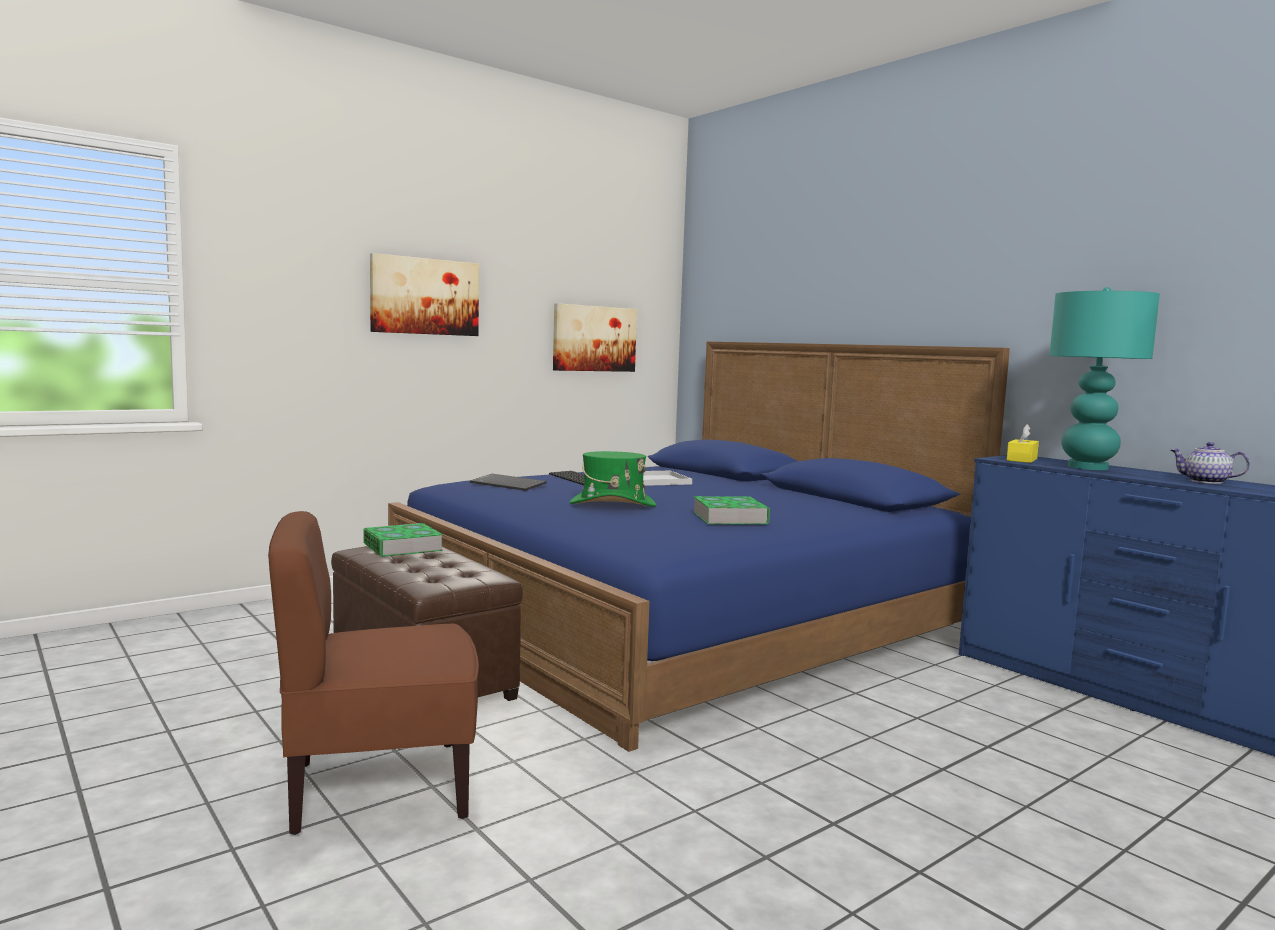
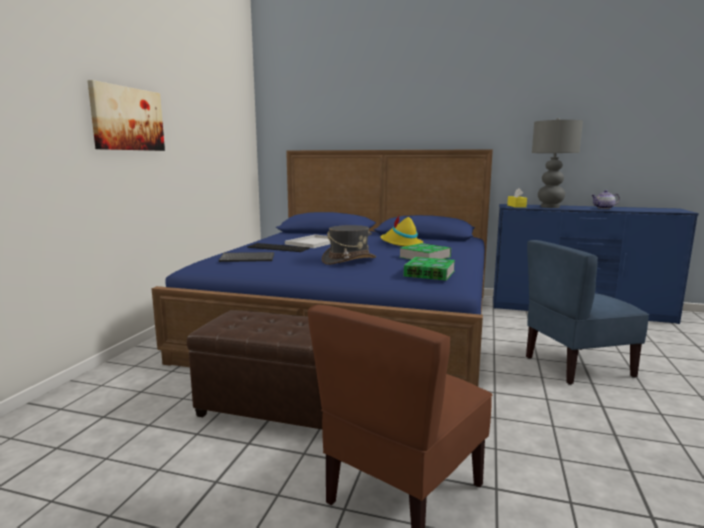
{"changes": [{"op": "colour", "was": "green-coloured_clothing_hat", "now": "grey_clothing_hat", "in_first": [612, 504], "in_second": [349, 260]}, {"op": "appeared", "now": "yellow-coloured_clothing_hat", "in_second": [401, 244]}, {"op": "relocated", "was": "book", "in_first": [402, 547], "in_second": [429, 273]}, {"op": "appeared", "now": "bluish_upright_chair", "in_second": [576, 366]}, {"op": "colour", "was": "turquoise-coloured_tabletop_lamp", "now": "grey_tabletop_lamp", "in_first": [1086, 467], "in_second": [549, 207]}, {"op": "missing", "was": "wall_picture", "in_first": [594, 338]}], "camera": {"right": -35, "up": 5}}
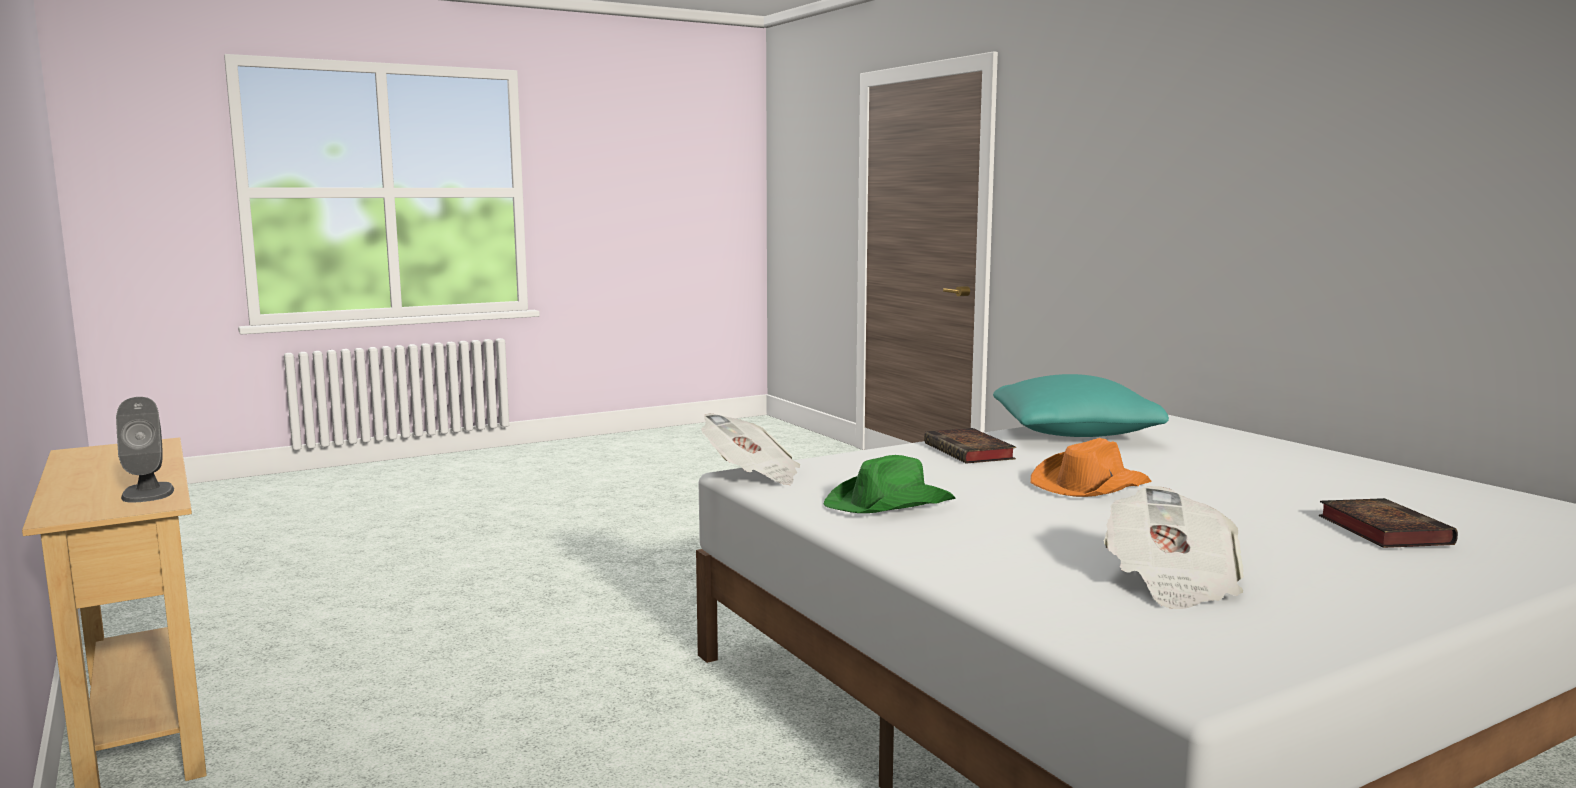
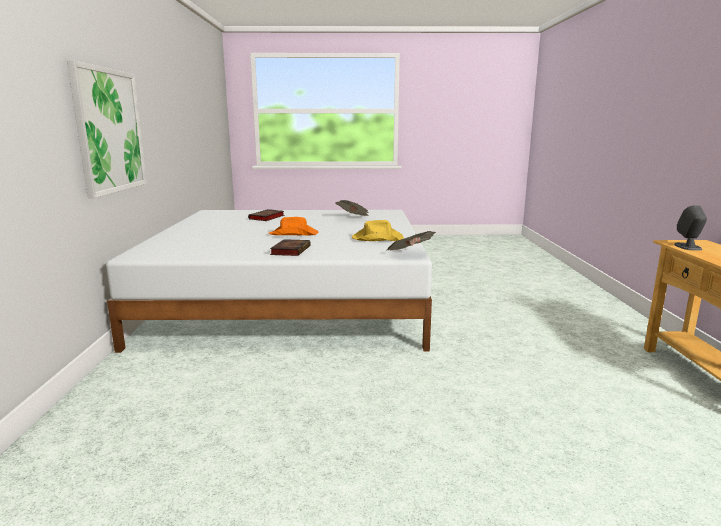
{"changes": [{"op": "appeared", "now": "wall_picture", "in_second": [109, 131]}, {"op": "colour", "was": "green-coloured_clothing_hat", "now": "yellow-coloured_clothing_hat", "in_first": [891, 503], "in_second": [377, 238]}, {"op": "missing", "was": "turquoise-coloured_cushion", "in_first": [1074, 432]}], "camera": {"right": -150, "up": 5}}
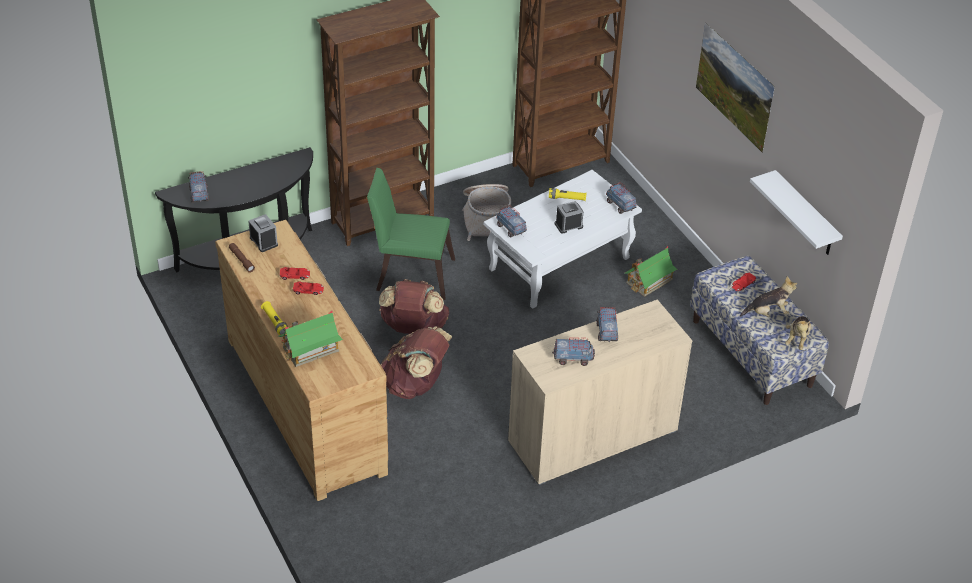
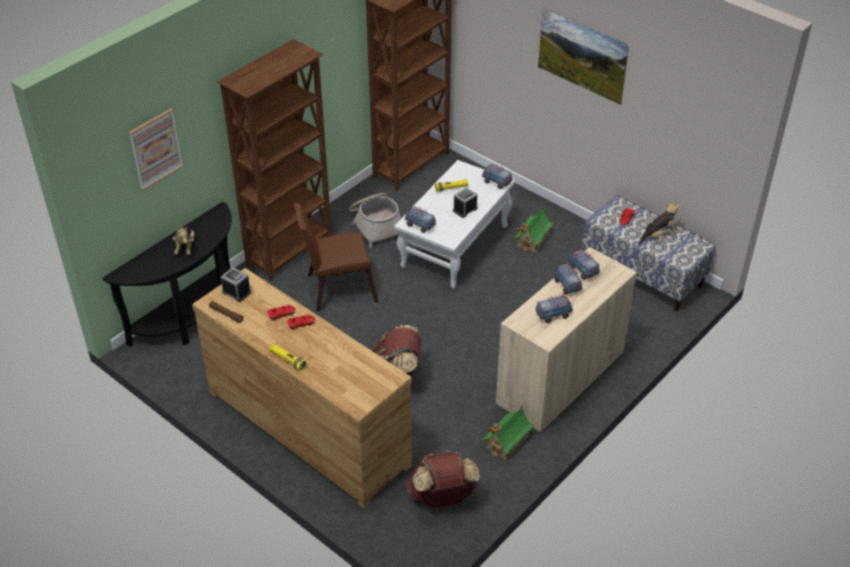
{"changes": [{"op": "appeared", "now": "wall_picture", "in_second": [155, 148]}, {"op": "relocated", "was": "plush_toy", "in_first": [797, 339], "in_second": [185, 247]}, {"op": "colour", "was": "green-coloured_upright_chair", "now": "brown-coloured_upright_chair", "in_first": [410, 273], "in_second": [337, 288]}, {"op": "relocated", "was": "brown-coloured_knapsack", "in_first": [413, 328], "in_second": [442, 497]}, {"op": "relocated", "was": "toy_house", "in_first": [310, 349], "in_second": [507, 441]}, {"op": "relocated", "was": "model_truck", "in_first": [199, 195], "in_second": [582, 271]}, {"op": "missing", "was": "white-coloured_bracket_shelf", "in_first": [805, 215]}], "camera": {"right": -20, "up": 0}}
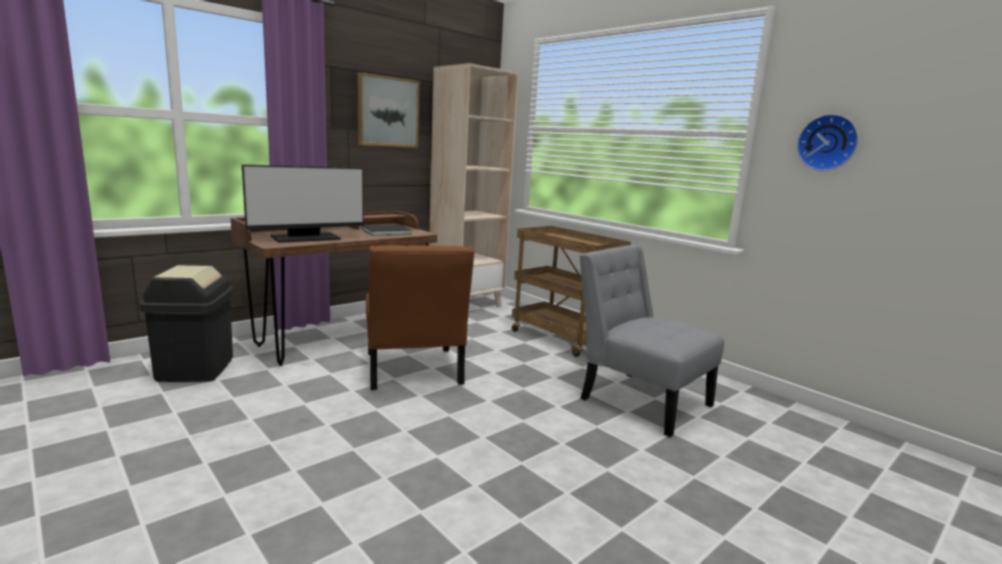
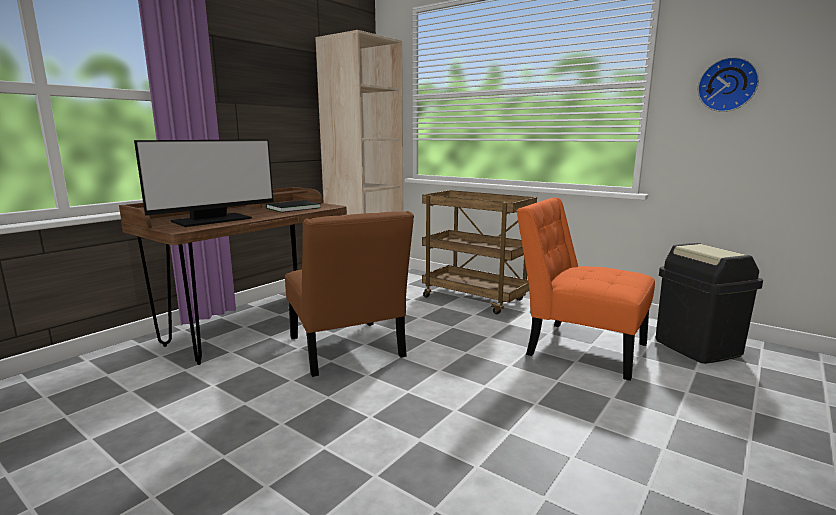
{"changes": [{"op": "colour", "was": "grey_upright_chair", "now": "orange_upright_chair", "in_first": [639, 399], "in_second": [579, 347]}, {"op": "relocated", "was": "black_waste_bin", "in_first": [194, 369], "in_second": [696, 347]}, {"op": "missing", "was": "wall_picture", "in_first": [388, 112]}], "camera": {"right": -10, "up": 0}}
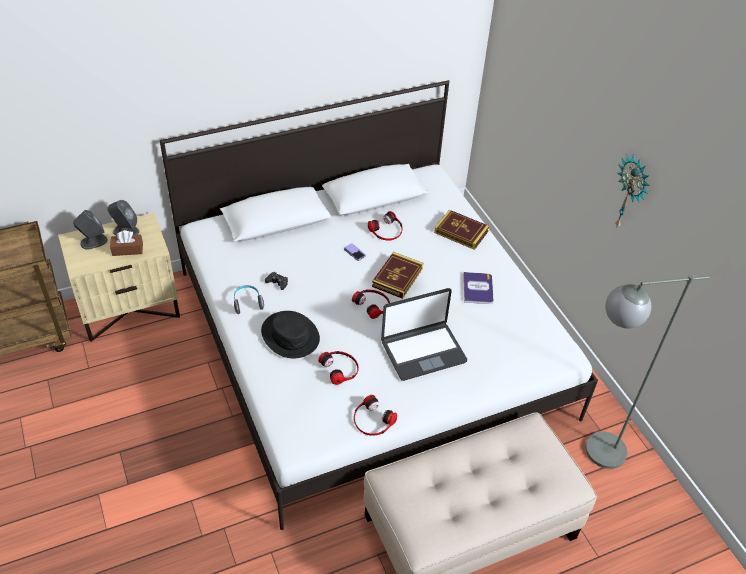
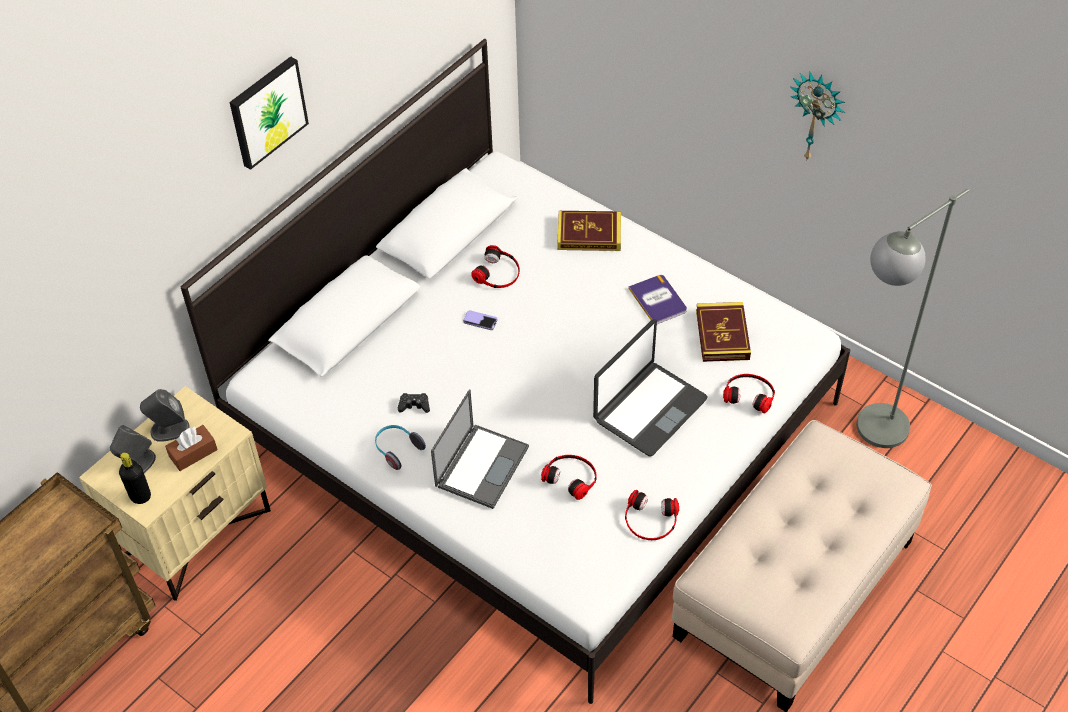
{"changes": [{"op": "appeared", "now": "black_bottle", "in_second": [140, 496]}, {"op": "appeared", "now": "wall_picture", "in_second": [267, 111]}, {"op": "exchanged", "was": "black_clothing_hat", "now": "notebook_computer", "in_first": [290, 335], "in_second": [482, 465]}, {"op": "relocated", "was": "book", "in_first": [397, 277], "in_second": [722, 335]}, {"op": "relocated", "was": "headset", "in_first": [373, 304], "in_second": [749, 394]}], "camera": {"right": -25, "up": 5}}
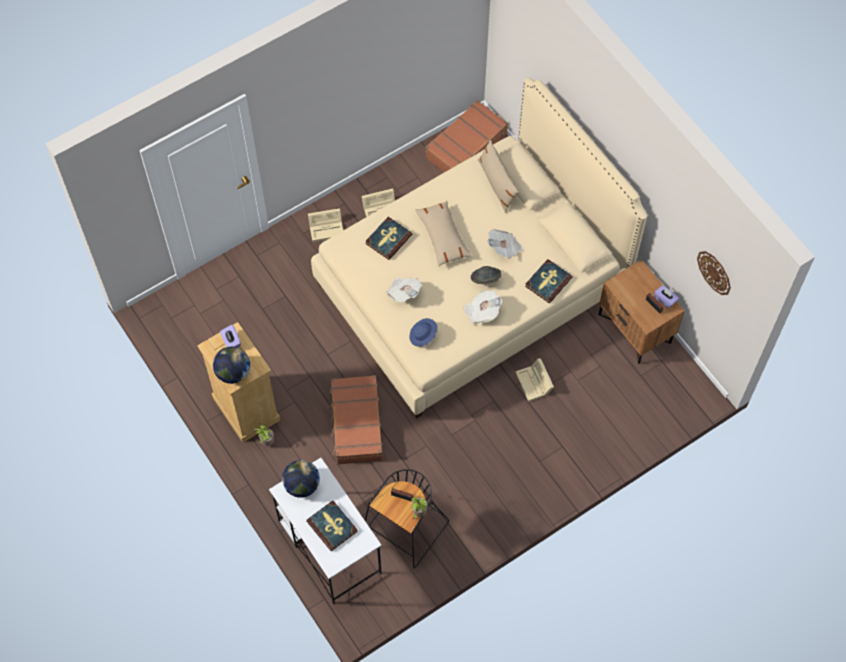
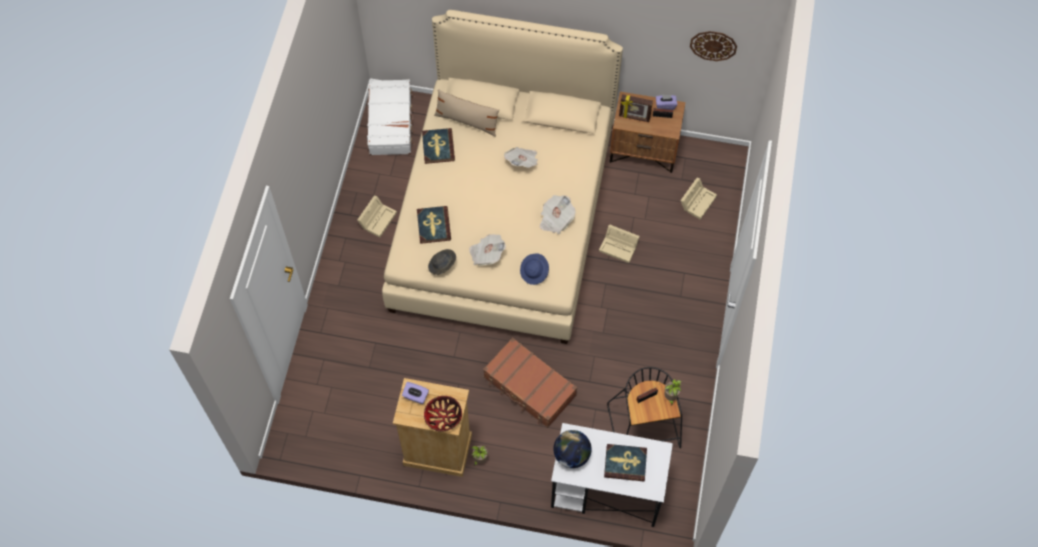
{"changes": [{"op": "colour", "was": "brown-coloured_piece_of_luggage", "now": "white-coloured_piece_of_luggage", "in_first": [467, 146], "in_second": [391, 122]}, {"op": "relocated", "was": "book", "in_first": [548, 282], "in_second": [438, 147]}, {"op": "exchanged", "was": "globe", "now": "serving_bowl", "in_first": [233, 373], "in_second": [443, 417]}, {"op": "relocated", "was": "grey_clothing_hat", "in_first": [485, 279], "in_second": [442, 265]}, {"op": "appeared", "now": "standing_frame", "in_second": [634, 117]}, {"op": "relocated", "was": "beige_storage_bin", "in_first": [327, 228], "in_second": [698, 201]}, {"op": "missing", "was": "beige_cushion", "in_first": [443, 237]}], "camera": {"right": -45, "up": 0}}
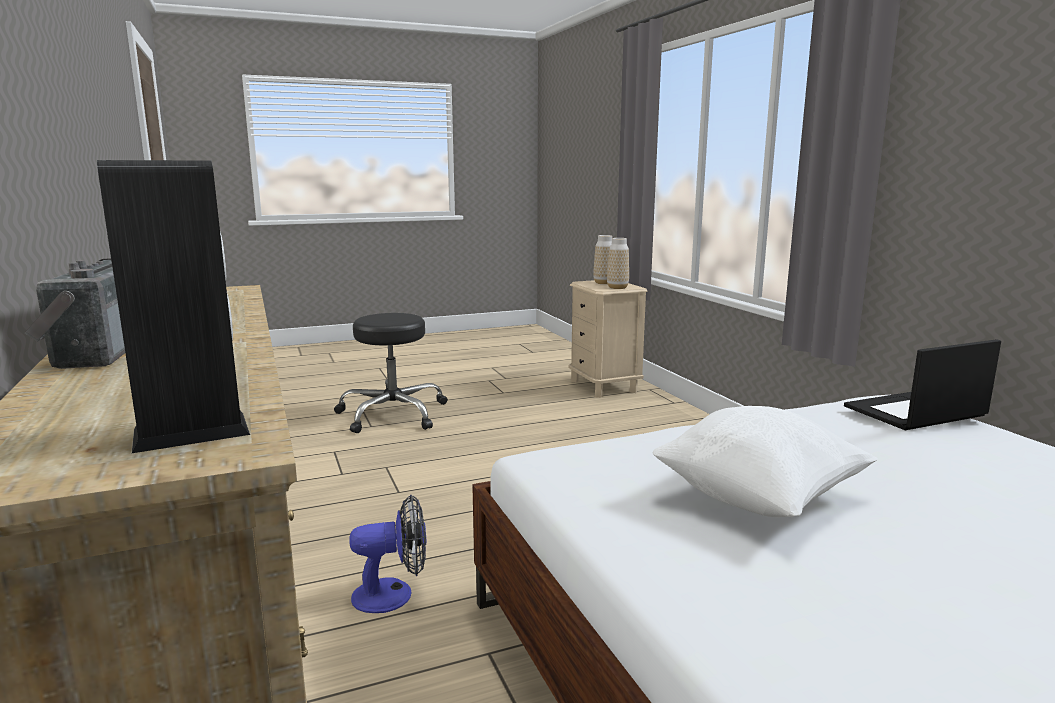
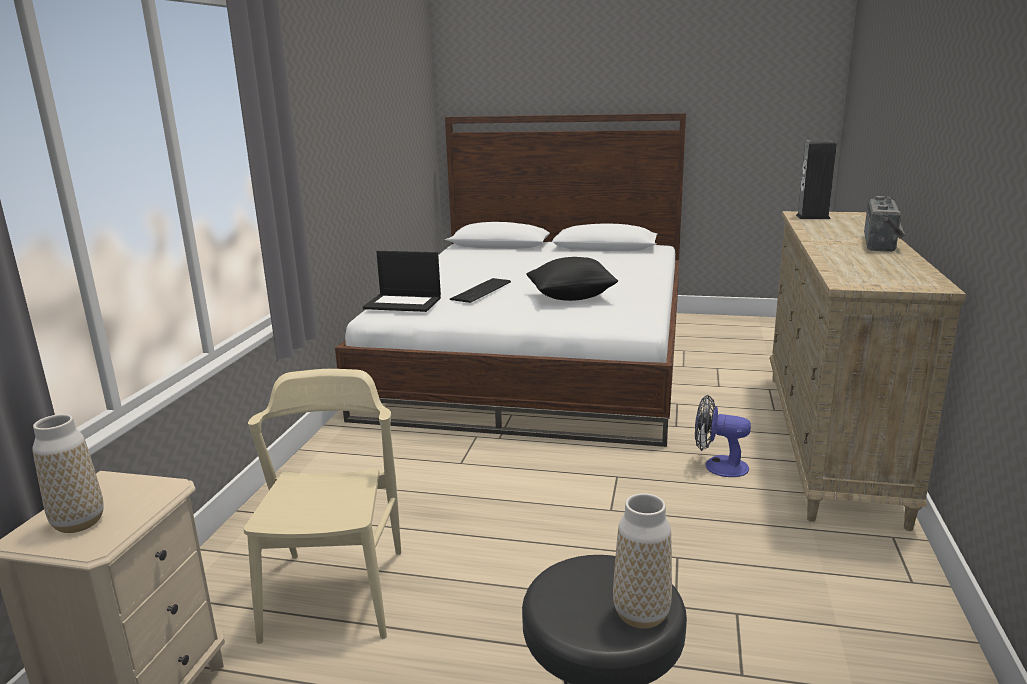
{"changes": [{"op": "appeared", "now": "beige_upright_chair", "in_second": [335, 593]}, {"op": "appeared", "now": "PC_keyboard", "in_second": [483, 290]}, {"op": "colour", "was": "white-coloured_cushion", "now": "black_cushion", "in_first": [759, 499], "in_second": [571, 297]}, {"op": "relocated", "was": "decorative_vase", "in_first": [617, 287], "in_second": [641, 614]}], "camera": {"right": -145, "up": 5}}
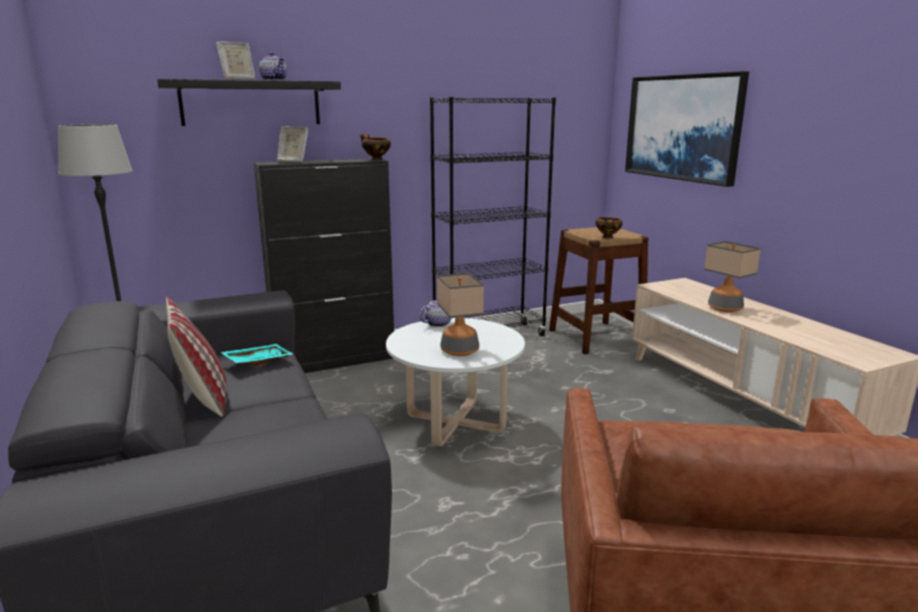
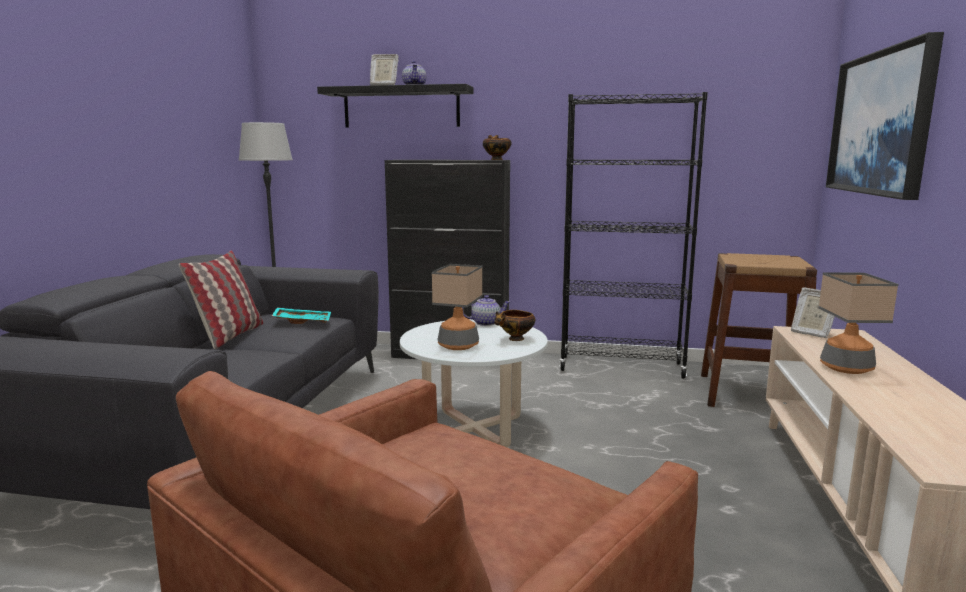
{"changes": [{"op": "relocated", "was": "serving_bowl", "in_first": [608, 237], "in_second": [515, 339]}, {"op": "relocated", "was": "standing_frame", "in_first": [293, 161], "in_second": [811, 333]}], "camera": {"right": 35, "up": -5}}
